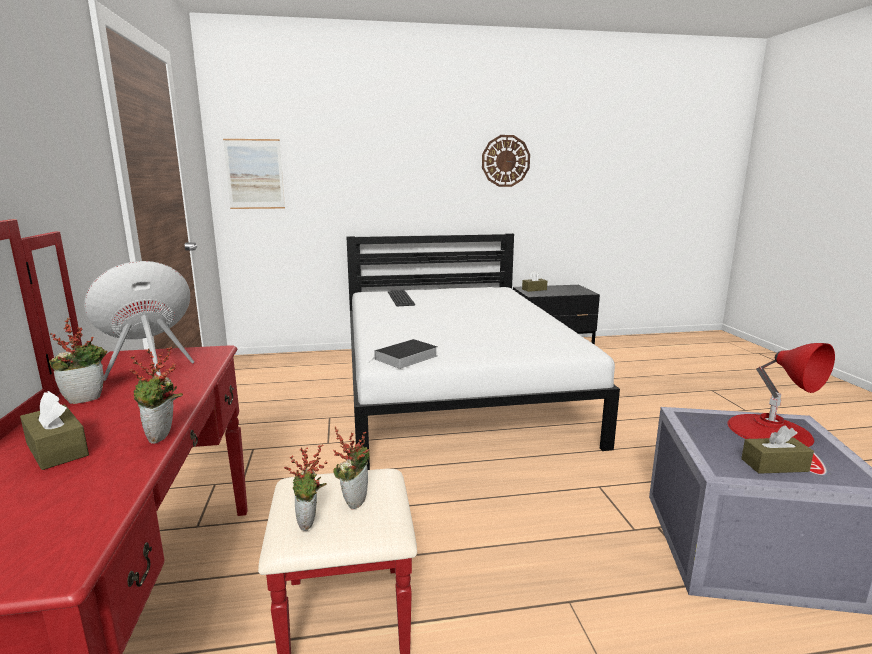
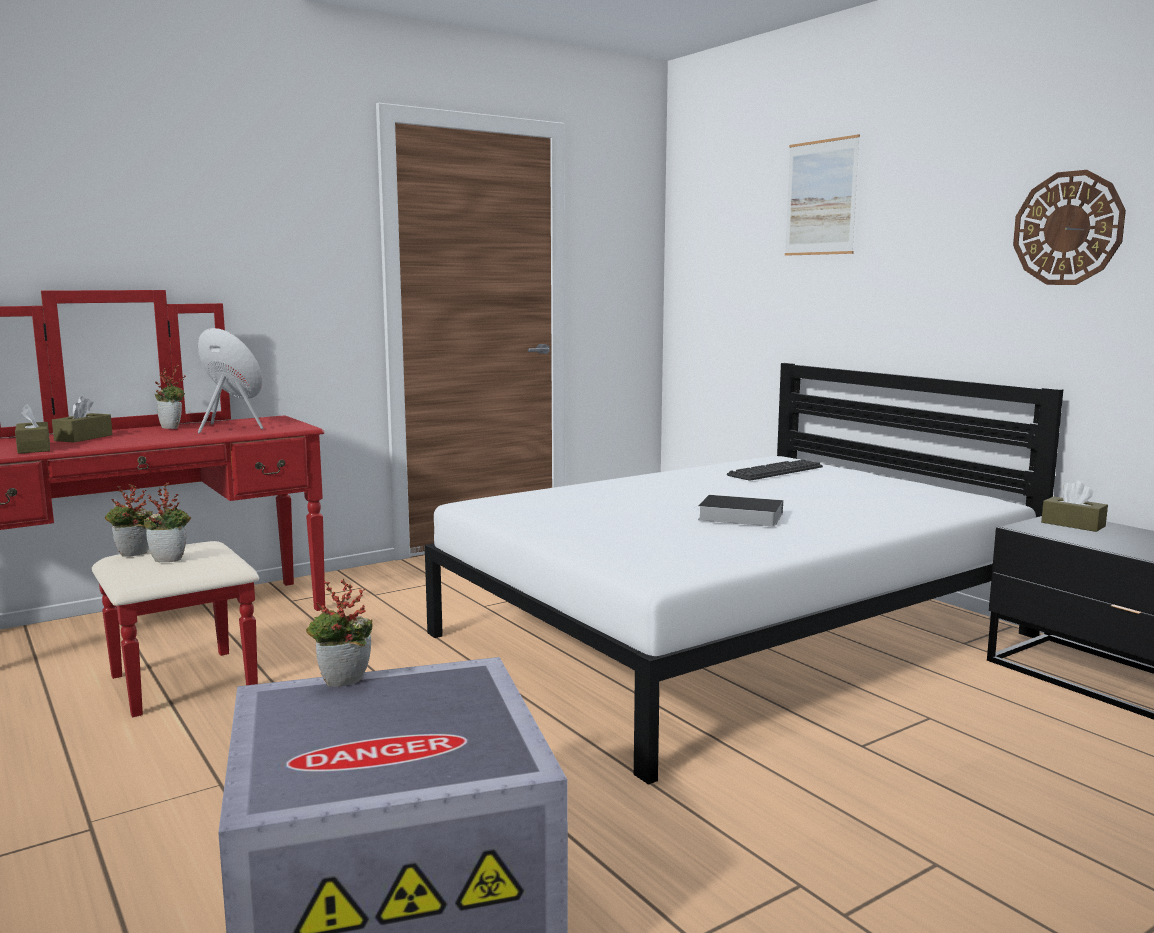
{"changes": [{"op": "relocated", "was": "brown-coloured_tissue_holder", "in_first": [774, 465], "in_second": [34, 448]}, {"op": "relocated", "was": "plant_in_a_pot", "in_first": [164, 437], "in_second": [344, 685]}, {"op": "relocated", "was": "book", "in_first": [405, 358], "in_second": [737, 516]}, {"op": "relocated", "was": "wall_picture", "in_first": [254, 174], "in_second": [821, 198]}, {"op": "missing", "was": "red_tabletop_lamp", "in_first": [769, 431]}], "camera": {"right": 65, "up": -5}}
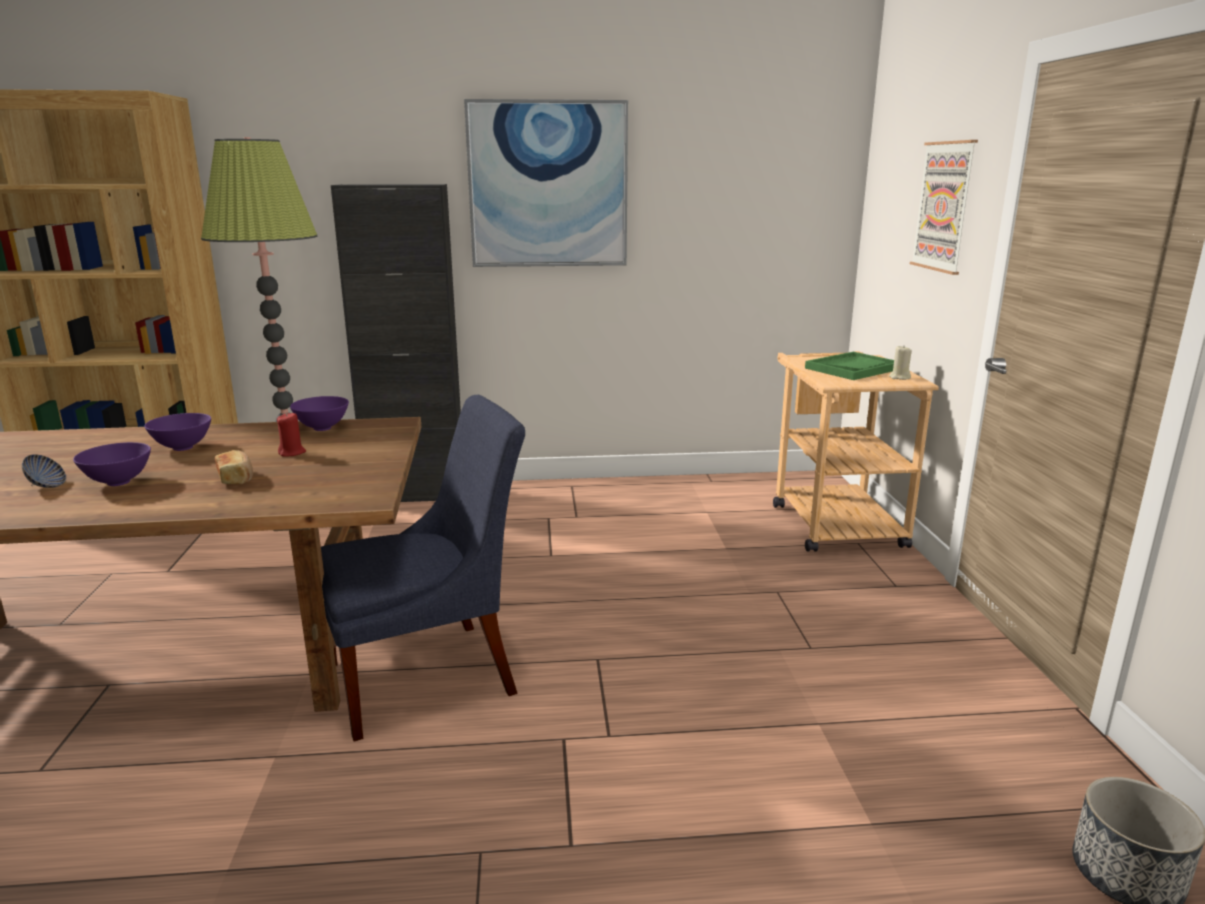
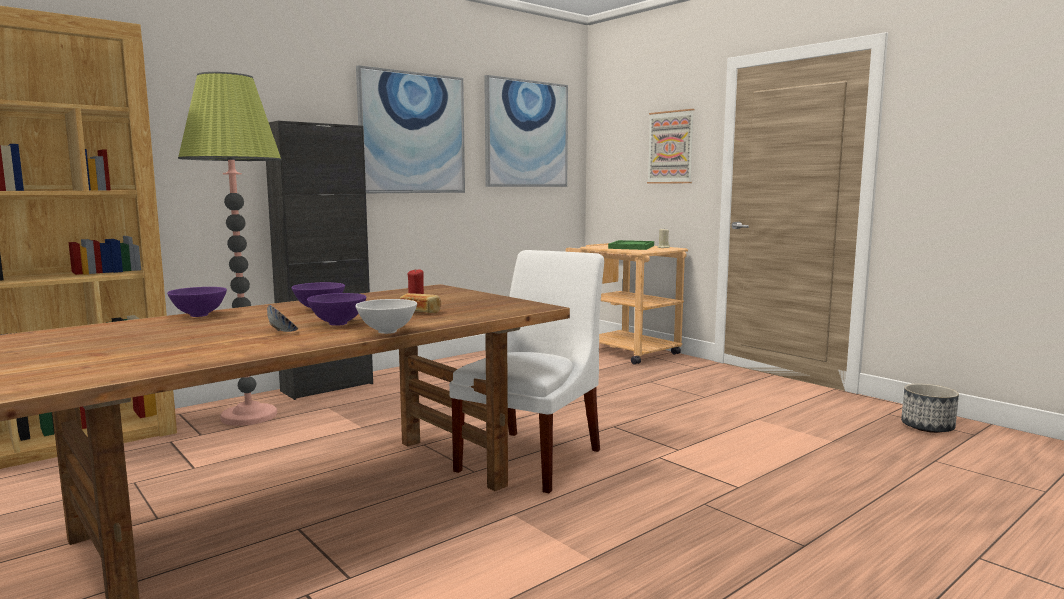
{"changes": [{"op": "relocated", "was": "purplish_serving_bowl", "in_first": [322, 428], "in_second": [199, 315]}, {"op": "appeared", "now": "white-coloured_serving_bowl", "in_second": [386, 331]}, {"op": "colour", "was": "bluish_upright_chair", "now": "white-coloured_upright_chair", "in_first": [429, 676], "in_second": [533, 457]}, {"op": "appeared", "now": "wall_picture", "in_second": [526, 134]}], "camera": {"right": -35, "up": -10}}
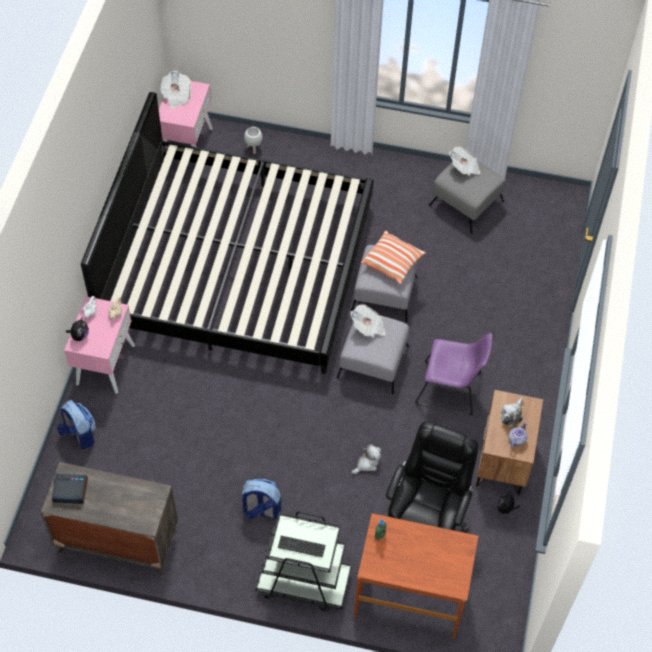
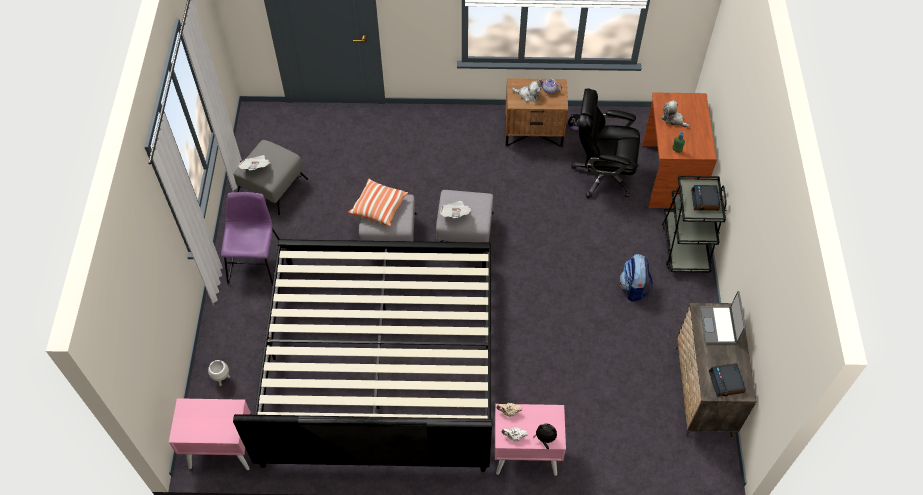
{"changes": [{"op": "relocated", "was": "purplish_upright_chair", "in_first": [451, 389], "in_second": [255, 260]}, {"op": "relocated", "was": "plush_toy", "in_first": [367, 463], "in_second": [673, 119]}, {"op": "exchanged", "was": "PC_keyboard", "now": "table_clock", "in_first": [301, 546], "in_second": [705, 200]}, {"op": "appeared", "now": "notebook_computer", "in_second": [719, 326]}, {"op": "missing", "was": "knapsack", "in_first": [79, 435]}, {"op": "missing", "was": "daily_paper", "in_first": [176, 96]}], "camera": {"right": -100, "up": 0}}
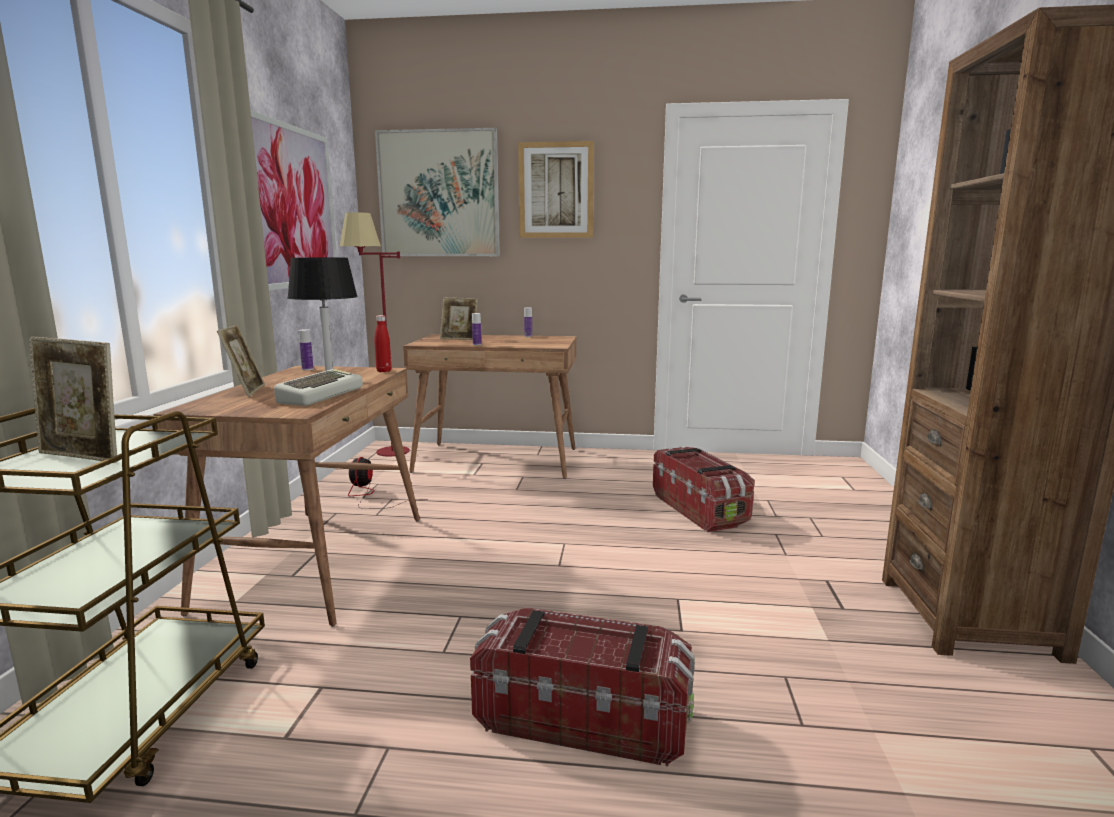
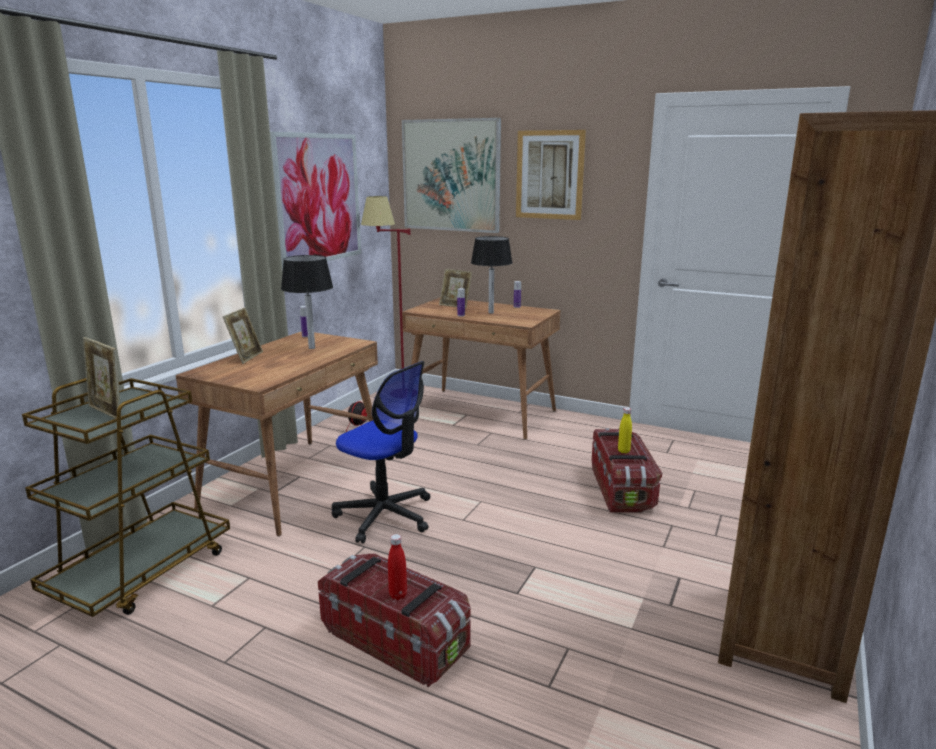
{"changes": [{"op": "appeared", "now": "computer_chair", "in_second": [385, 515]}, {"op": "relocated", "was": "red_bottle", "in_first": [384, 371], "in_second": [398, 595]}, {"op": "appeared", "now": "black_tabletop_lamp", "in_second": [491, 313]}, {"op": "appeared", "now": "yellow-coloured_bottle", "in_second": [623, 451]}, {"op": "missing", "was": "PC_keyboard", "in_first": [320, 395]}], "camera": {"right": 20, "up": 5}}
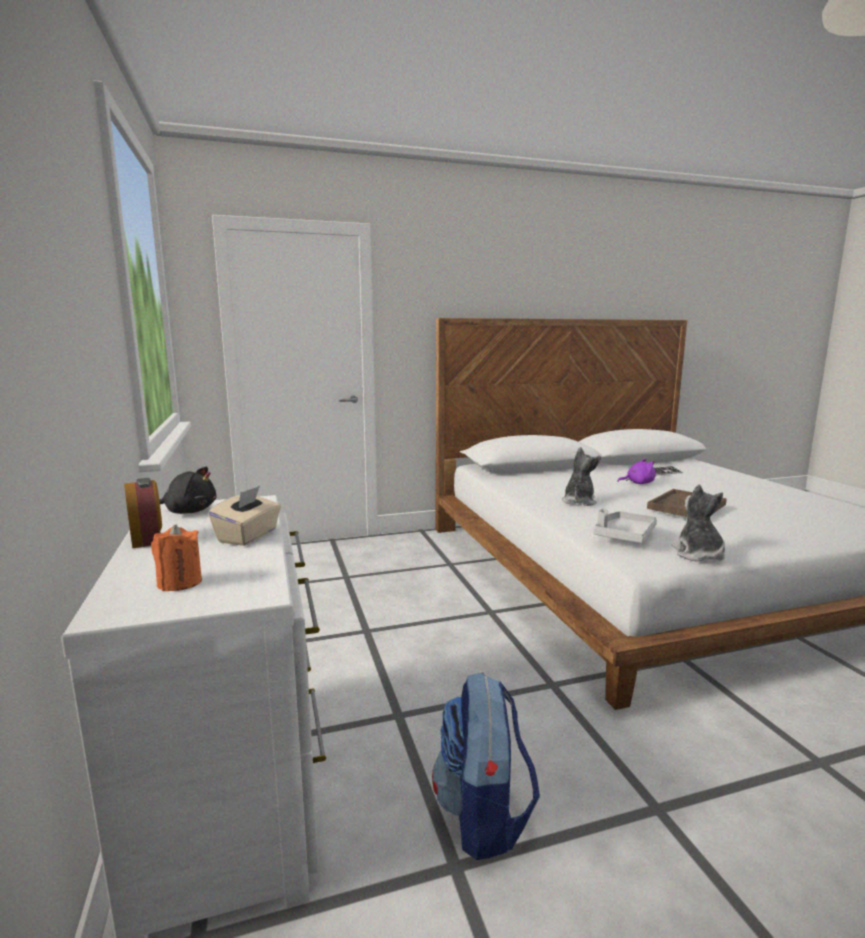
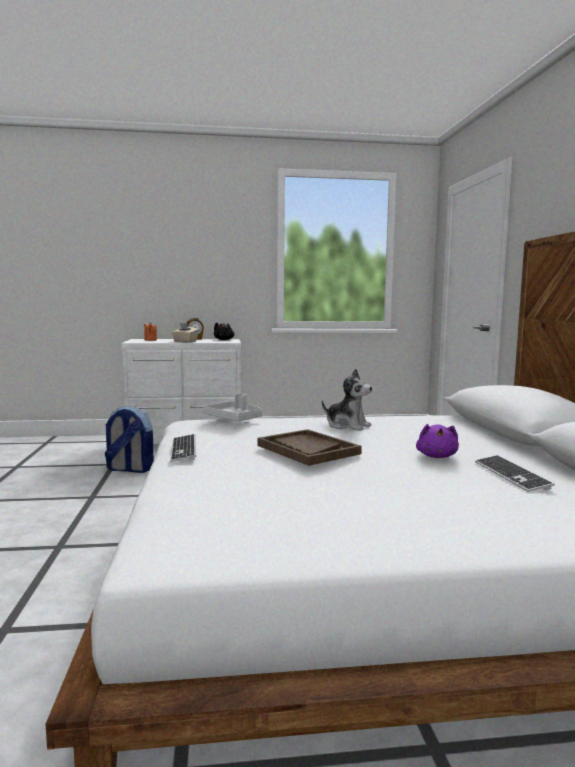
{"changes": [{"op": "appeared", "now": "PC_keyboard", "in_second": [183, 450]}, {"op": "missing", "was": "plush_toy", "in_first": [698, 554]}], "camera": {"right": 100, "up": -5}}
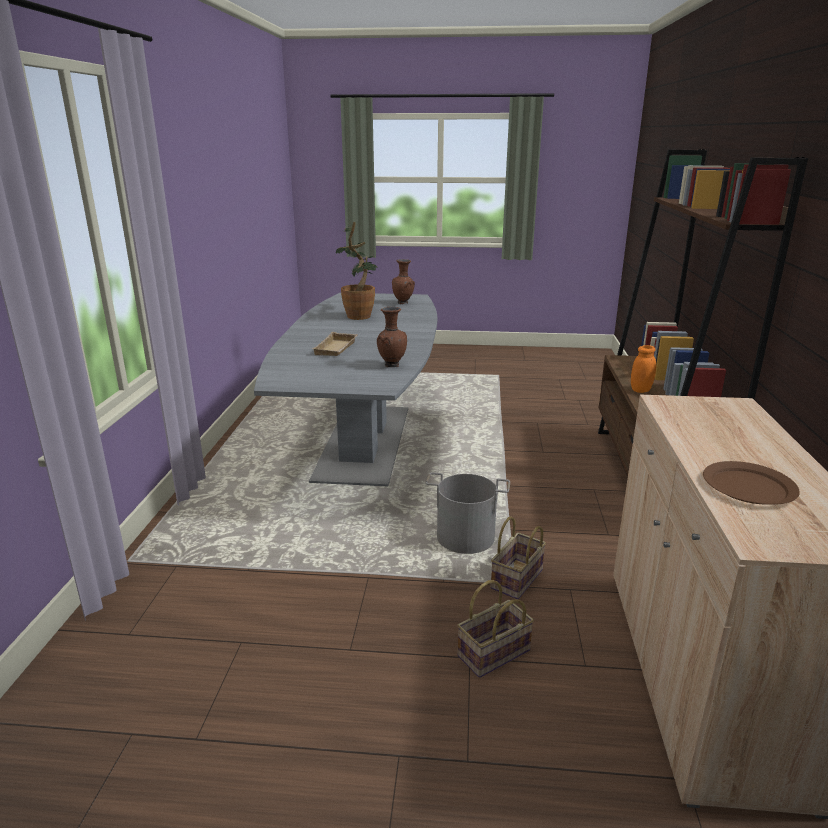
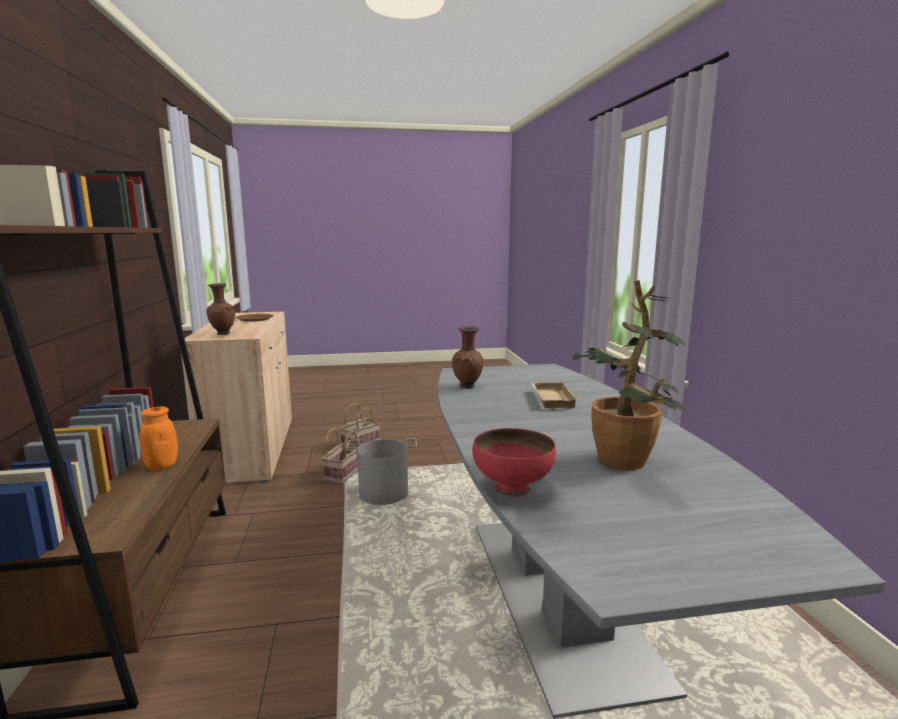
{"changes": [{"op": "relocated", "was": "brown-coloured_decorative_vase", "in_first": [403, 303], "in_second": [222, 334]}, {"op": "appeared", "now": "red_serving_bowl", "in_second": [512, 489]}], "camera": {"right": 165, "up": -10}}
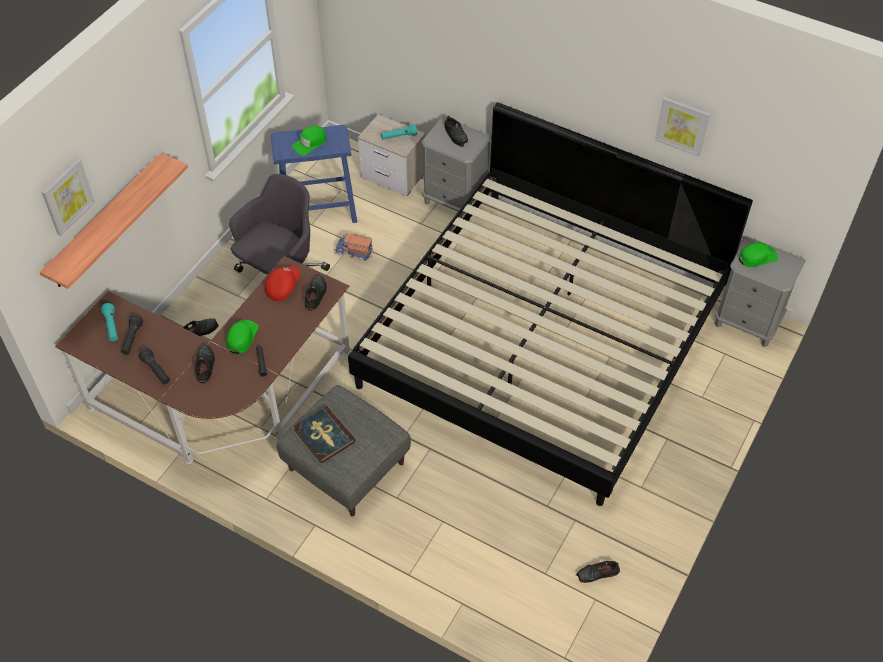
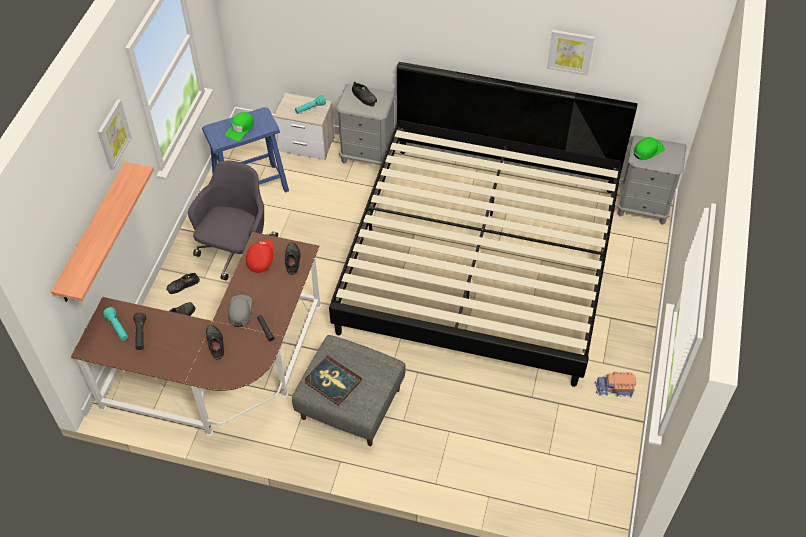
{"changes": [{"op": "relocated", "was": "wall_picture", "in_first": [67, 196], "in_second": [113, 134]}, {"op": "relocated", "was": "black_low_shoe", "in_first": [597, 573], "in_second": [182, 285]}, {"op": "colour", "was": "green-coloured_cap", "now": "grey_cap", "in_first": [242, 337], "in_second": [240, 311]}, {"op": "relocated", "was": "model_truck", "in_first": [354, 252], "in_second": [614, 389]}, {"op": "missing", "was": "black_flashlight", "in_first": [156, 371]}], "camera": {"right": -15, "up": 0}}
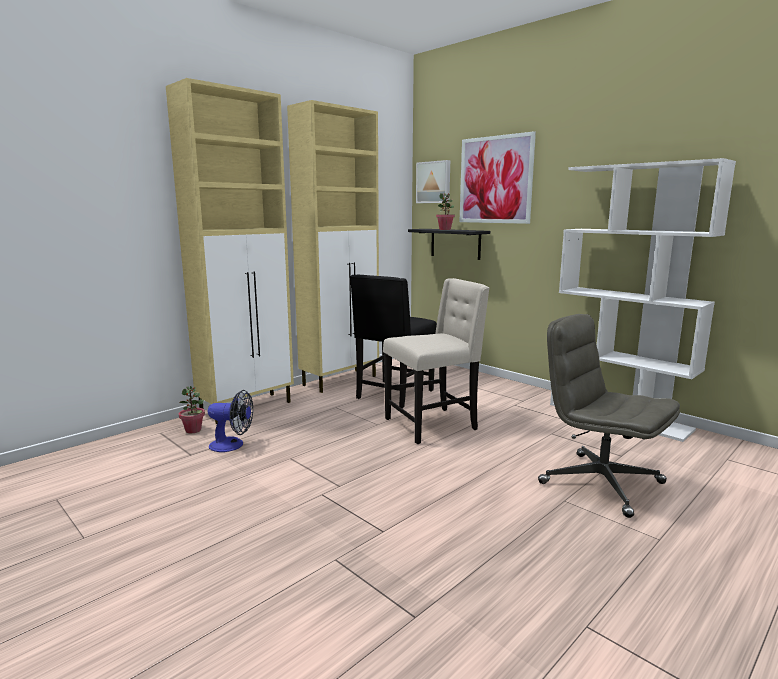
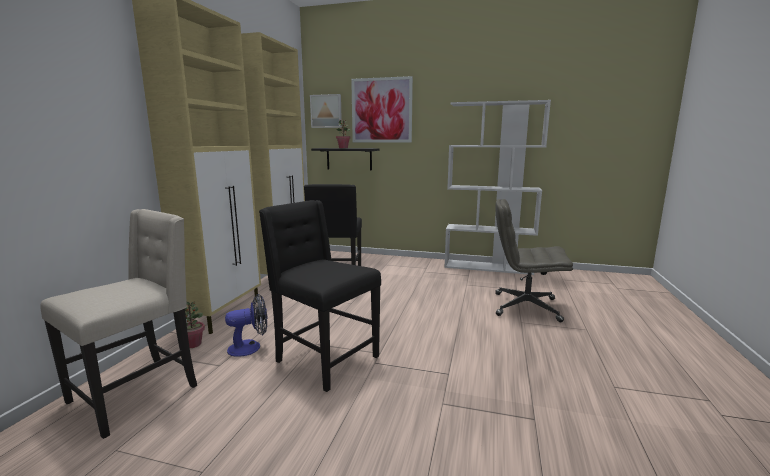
{"changes": [{"op": "relocated", "was": "beige_upright_chair", "in_first": [432, 424], "in_second": [137, 394]}, {"op": "appeared", "now": "black_upright_chair", "in_second": [324, 360]}], "camera": {"right": -30, "up": 0}}
